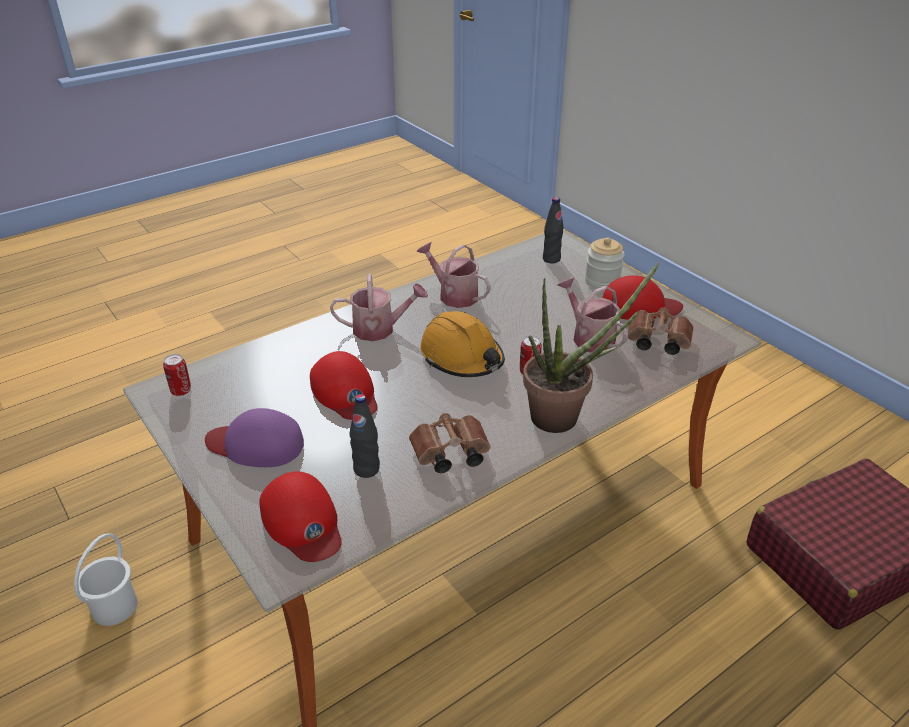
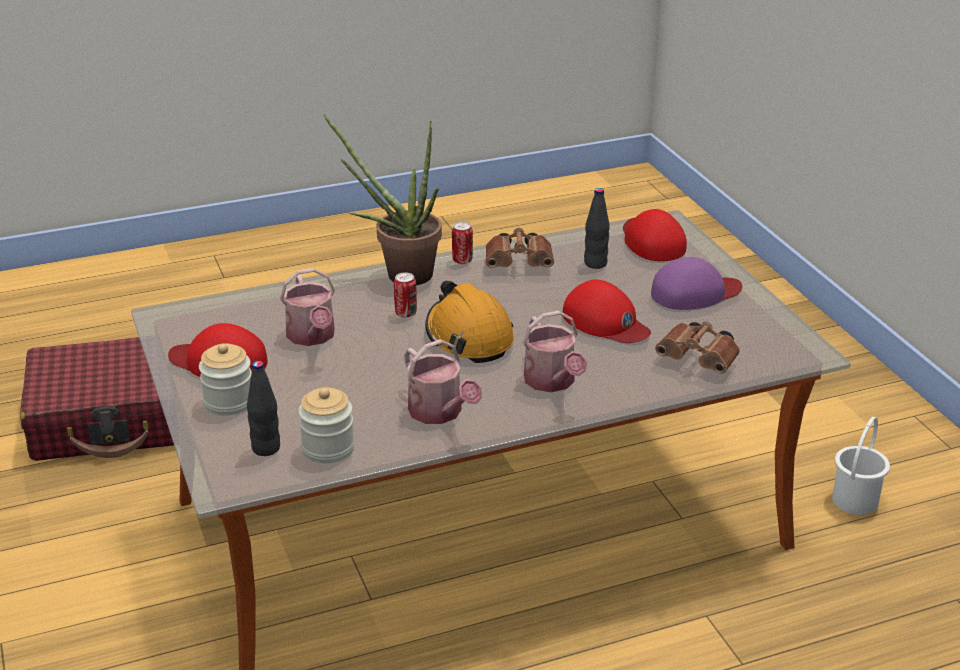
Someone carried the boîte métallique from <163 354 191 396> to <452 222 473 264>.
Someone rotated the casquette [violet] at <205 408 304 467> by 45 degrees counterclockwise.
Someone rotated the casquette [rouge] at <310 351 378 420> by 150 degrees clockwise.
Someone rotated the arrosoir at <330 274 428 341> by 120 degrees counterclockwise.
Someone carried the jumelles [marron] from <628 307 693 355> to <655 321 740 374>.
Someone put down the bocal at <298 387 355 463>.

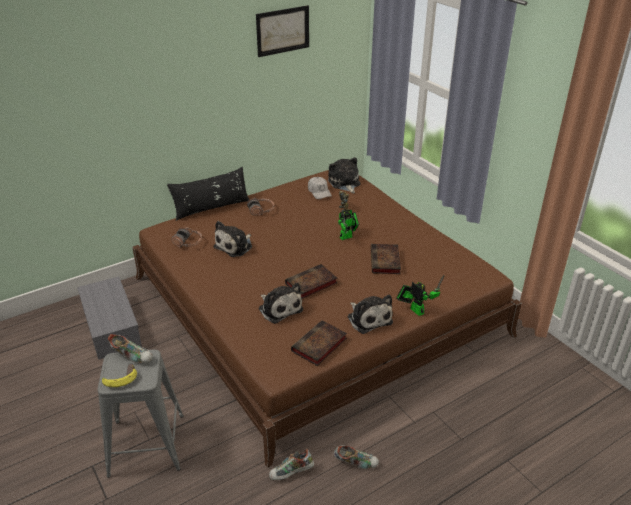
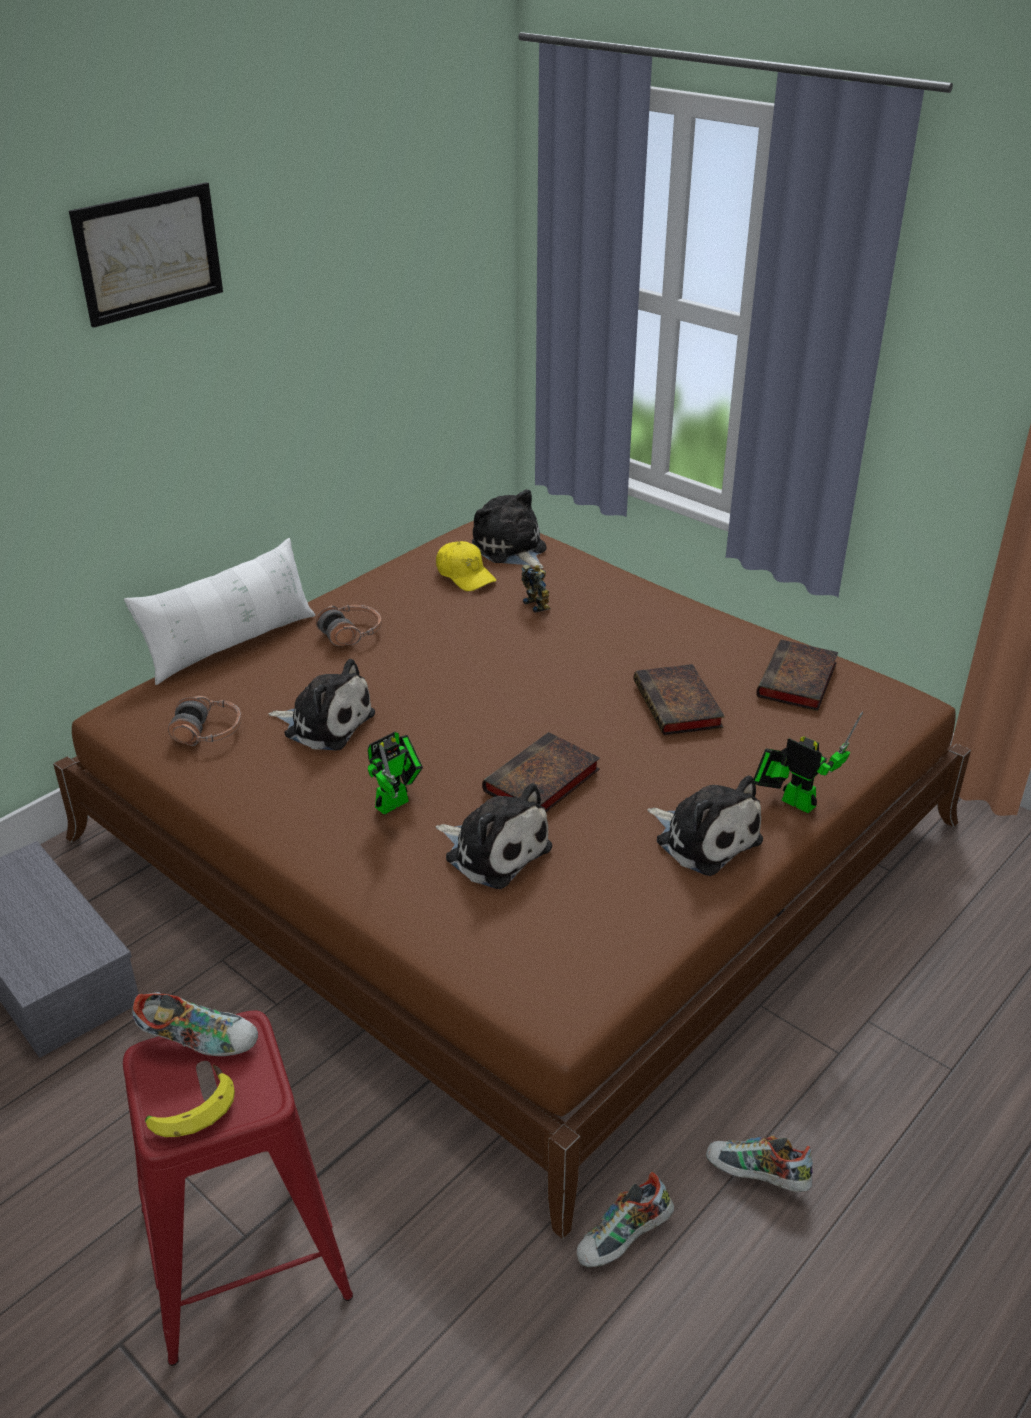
Someone repainted the tabouret [gris] at <98 350 184 478>, which became the tabouret [rouge] at <123 1011 353 1366>.
Someone repainted the coussin [noir] at <167 167 250 221>, which became the coussin [blanc] at <124 538 315 685>.
Someone rotated the peluche at <213 221 252 257> by 90 degrees counterclockwise.
Someone carried the tableau from <256 5 309 57> to <69 182 223 328>.
Someone carried the livre from <291 320 347 366> to <756 640 839 711>.
Someone repainted the casquette [blanc] at <308 177 332 199>, which became the casquette [jaune] at <436 541 496 591>.
Someone rotated the chaussure at <334 445 379 469> by 150 degrees counterclockwise.
Someone carried the robot jouet from <338 209 359 240> to <368 732 423 815>.

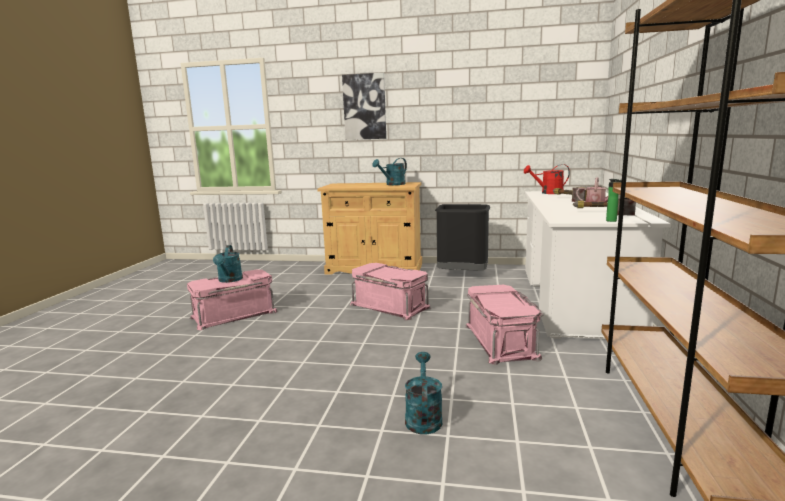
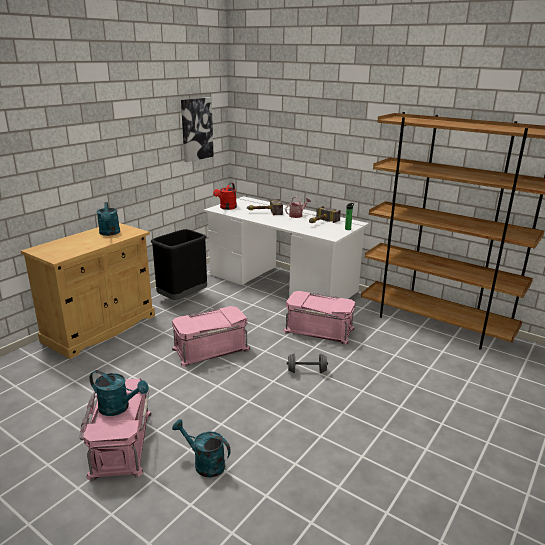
Someone carried the tableau from <342 73 386 140> to <181 97 214 162>.
Someone carried the arrosoir [turquoise] from <405 352 442 435> to <172 419 231 477>.
Someone put down the haltère [gris] at <287 353 328 373>.

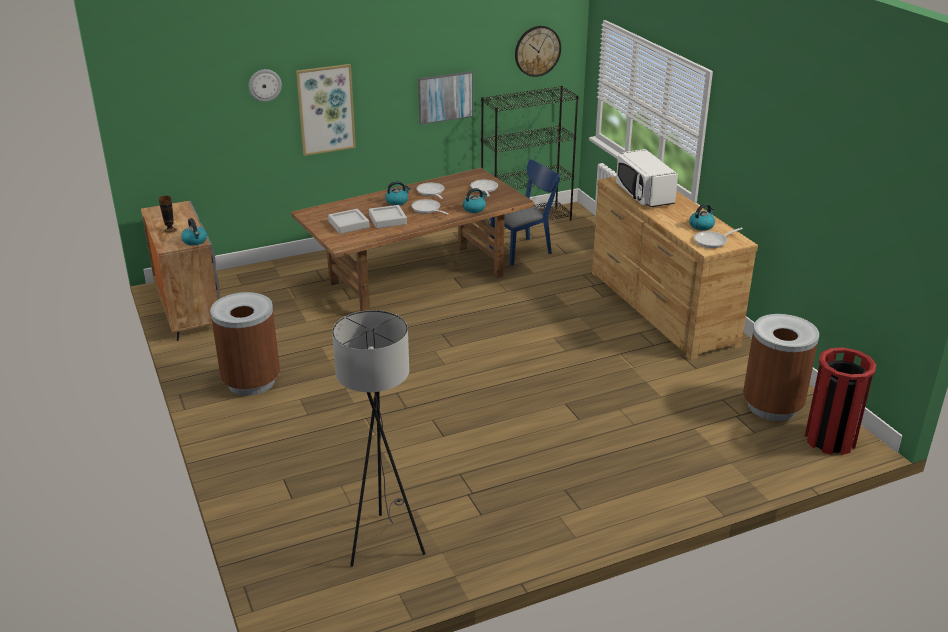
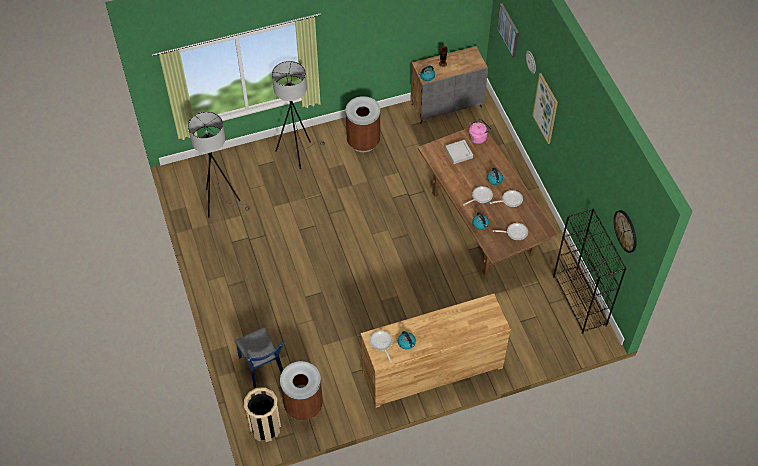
Someone took away the plateau [gris] at <369 205 407 228>.
Someone carried the tableau from <418 71 473 125> to <497 3 519 57>.
Someone carried the chaise [bleu] from <489 159 560 266> to <235 327 283 388>.
Someone took away the micro-ondes [blanc] at <616 149 678 207>.
Someone repainted the poubelle [rouge] at <805 347 876 455>, which became the poubelle [beige] at <244 388 281 442>.
Someone put down the lampadaire [gris] at <272 61 325 169>.
Someone put down the bouilloire [rose] at <469 119 492 144>.

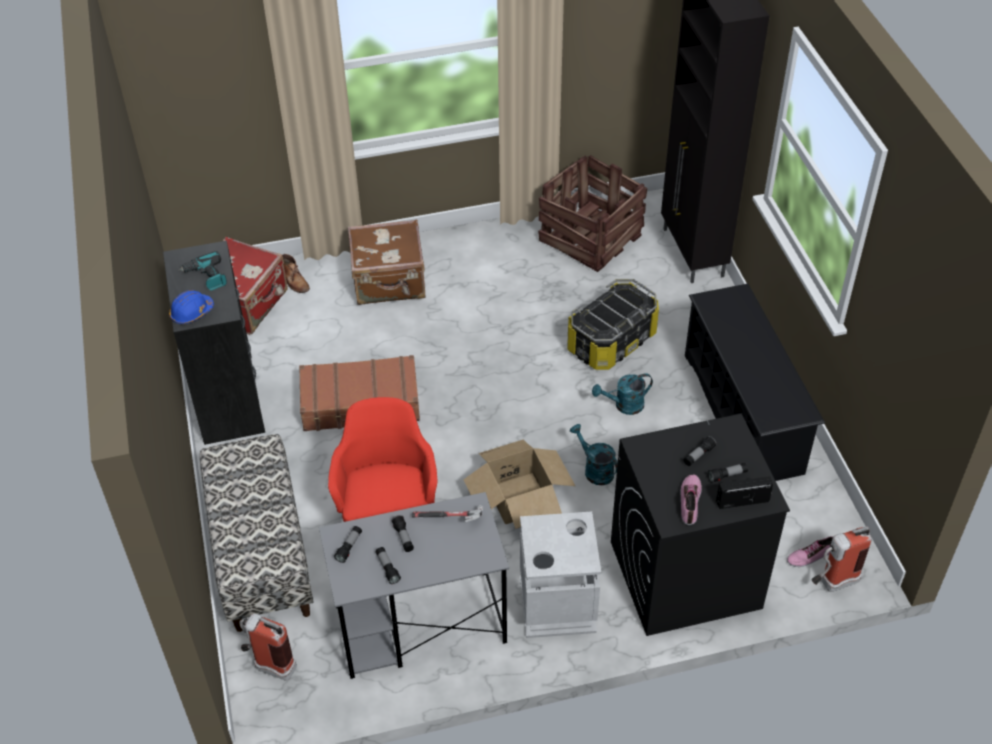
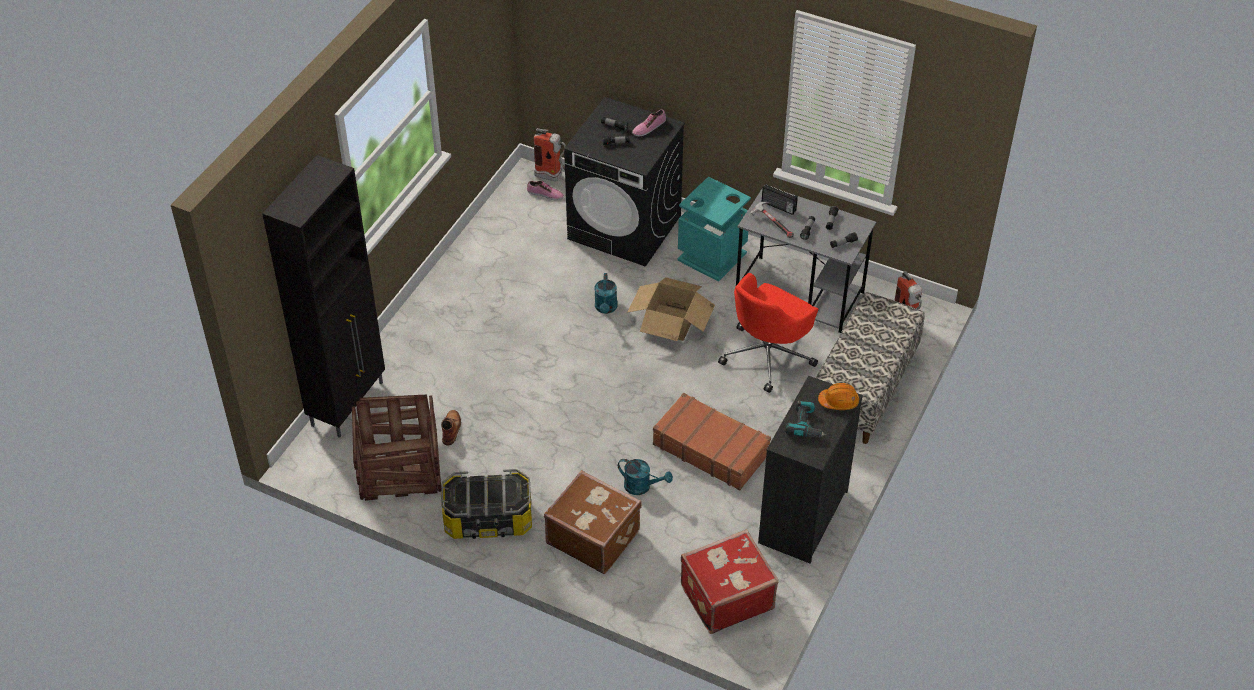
Someone repainted the casque de chantier [bleu] at <169 290 214 324>, which became the casque de chantier [orange] at <818 383 859 410>.
Someone carried the botte [marron] from <282 254 310 293> to <441 410 461 446>.
Someone repainted the poubelle [gris] at <520 511 601 638>, which became the poubelle [turquoise] at <677 176 751 282>.
Someone carried the boîte de rangement from <567 279 659 370> to <441 469 532 539>.
Someone carried the arrosoir [turquoise] from <592 373 653 415> to <618 459 673 495>.
Someone took away the étagère à chaussures [noir] at <685 284 825 481>.
Someone carried the radio from <716 476 773 509> to <762 184 798 215>.

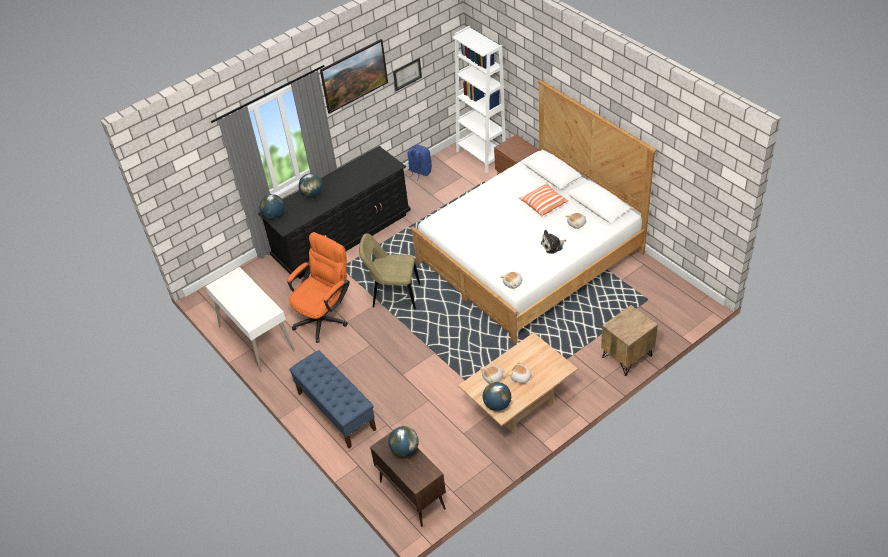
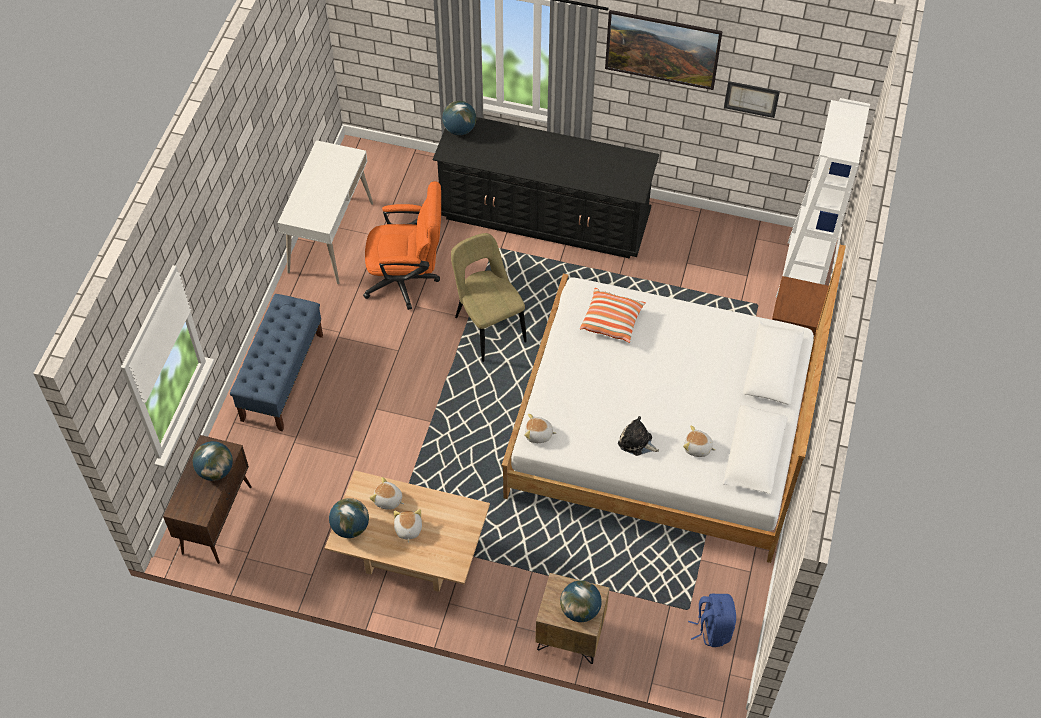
Someone carried the globe from <299 173 323 197> to <560 580 602 622>.
Someone carried the sac à dos [bleu] from <407 145 432 179> to <688 594 736 647>.
Someone carried the coussin from <519 183 568 216> to <580 288 646 343>.

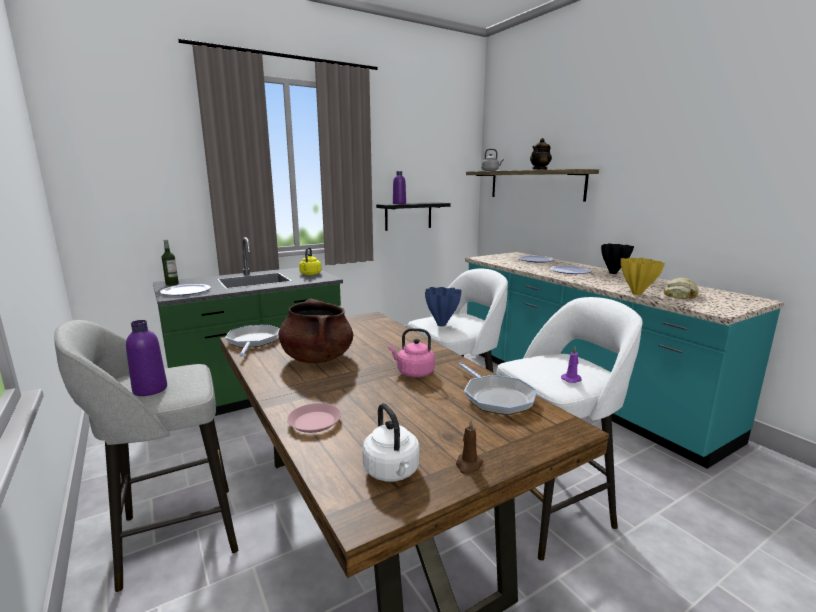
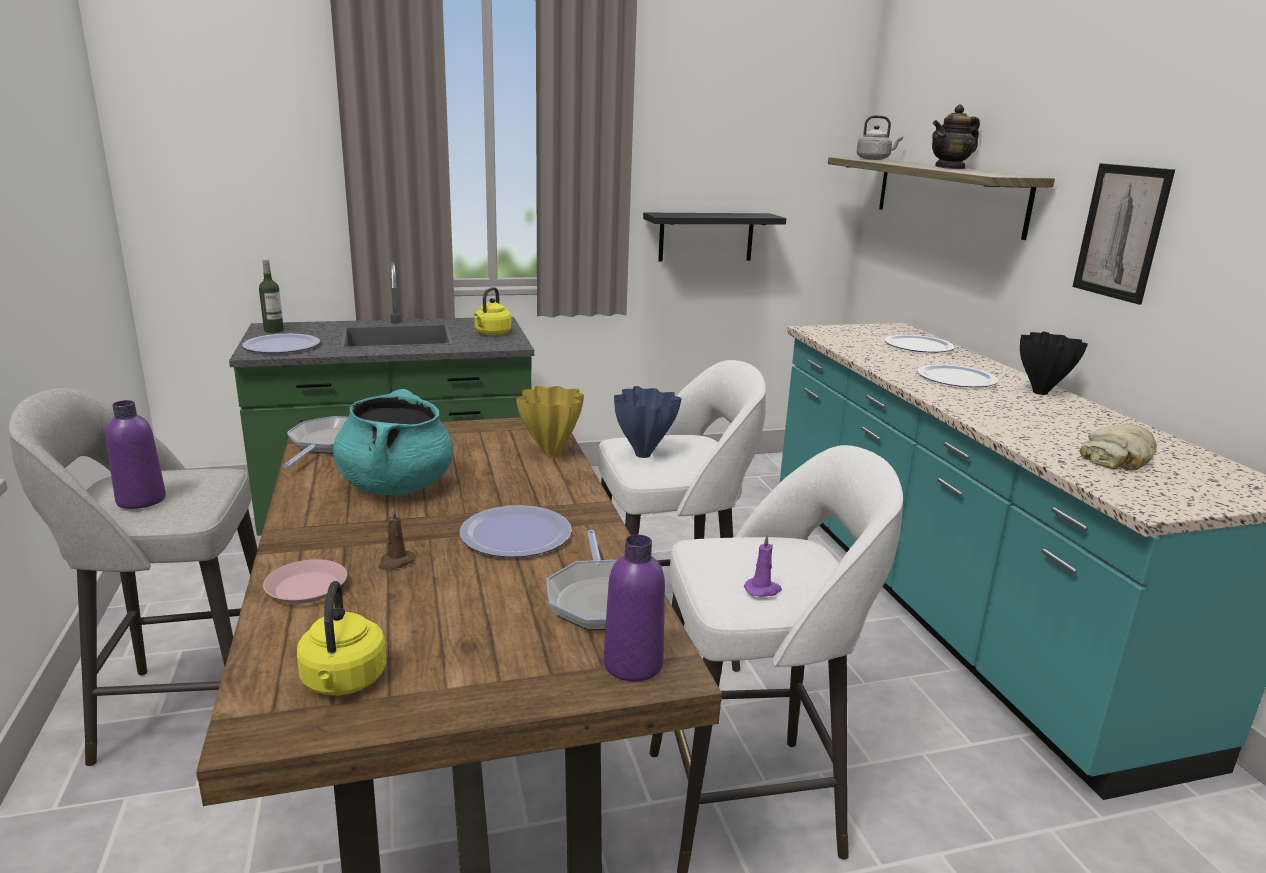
Someone repainted the marmite [marron] at <278 298 353 363>, which became the marmite [turquoise] at <333 389 453 495>.
Someone repainted the bouilloire [blanc] at <362 403 419 482>, which became the bouilloire [jaune] at <297 581 387 695>.
Someone swapped the bouilloire [rose] at <388 328 435 377> for the assiette at <459 505 572 557>.
Someone carried the bouteille [violet] from <393 171 406 204> to <603 534 665 682>.
Someone carried the bougie [marron] from <456 420 483 475> to <378 507 415 570>.
Someone carried the vase [jaune] from <621 258 665 295> to <516 386 584 458>.
Someone put up the tableau at <1072 163 1175 304>.

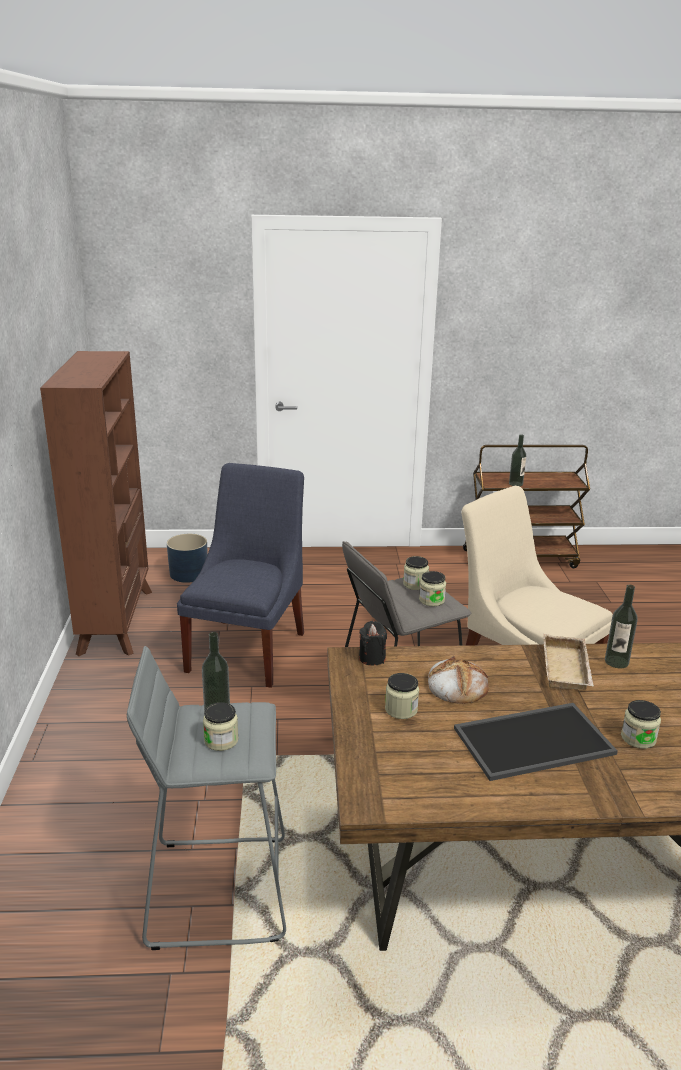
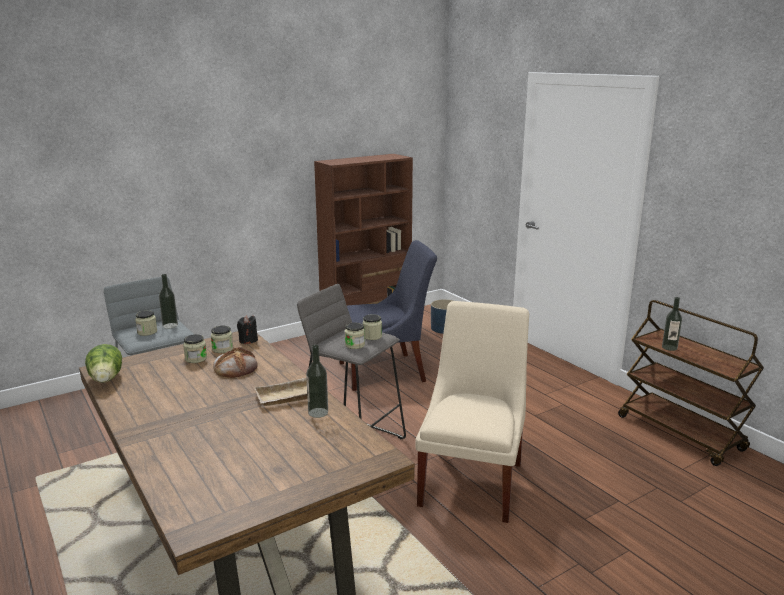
Someone took away the plateau at <454 703 618 781>.
Someone carried the bocal from <621 700 661 749> to <211 326 233 353>.
Someone put down the laitue at <85 344 122 383>.

